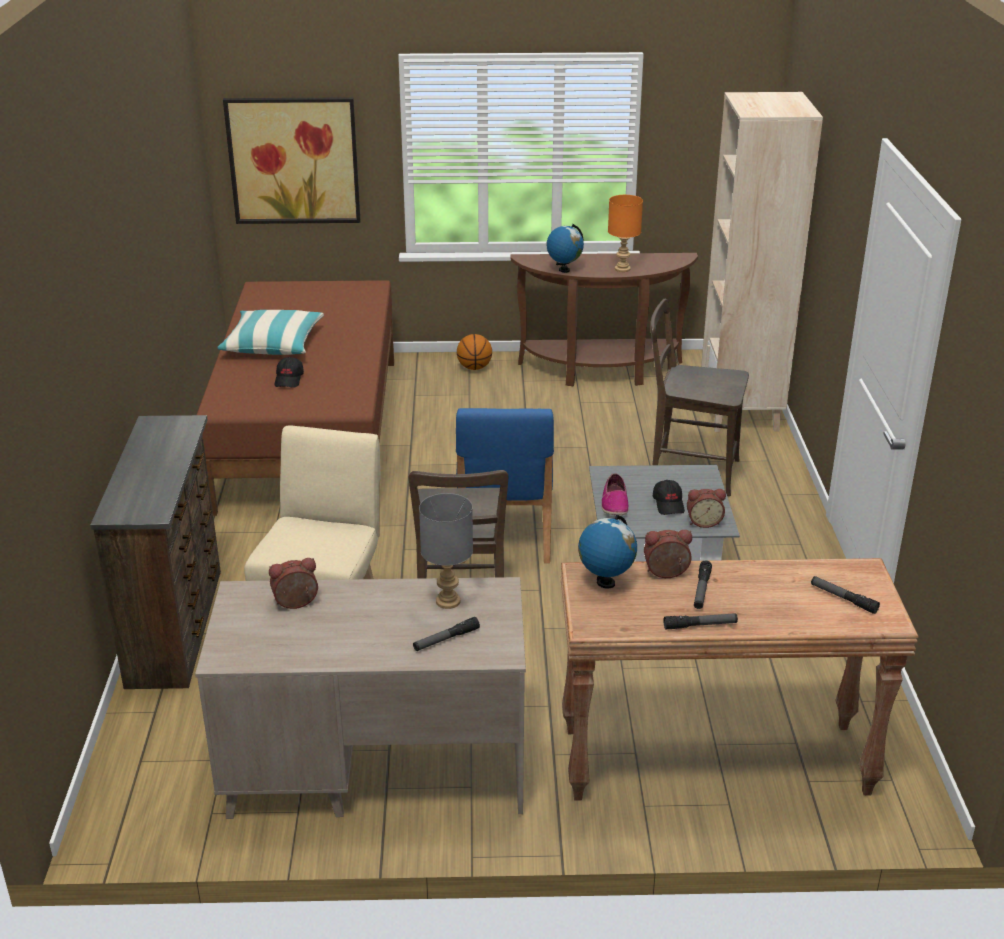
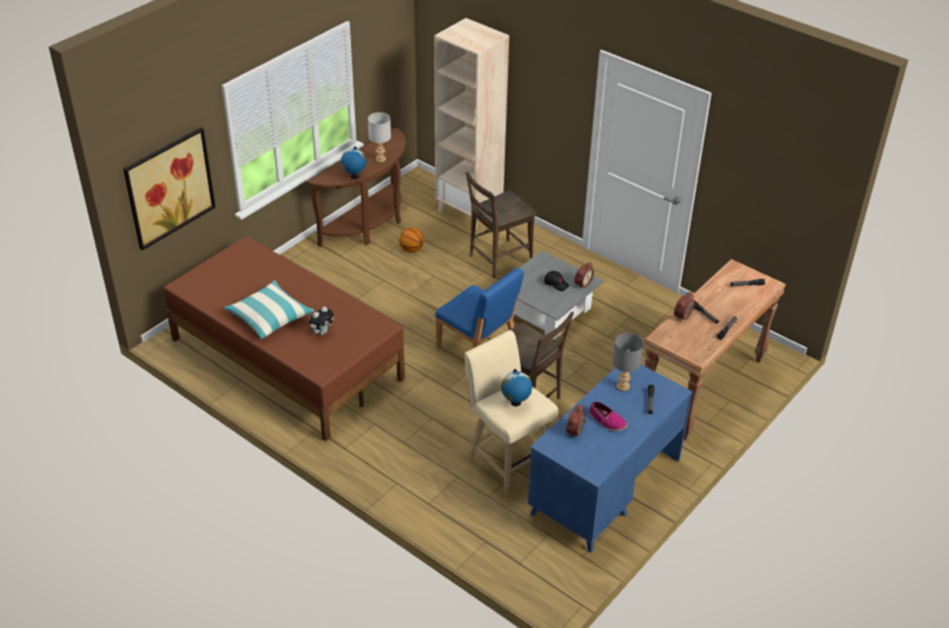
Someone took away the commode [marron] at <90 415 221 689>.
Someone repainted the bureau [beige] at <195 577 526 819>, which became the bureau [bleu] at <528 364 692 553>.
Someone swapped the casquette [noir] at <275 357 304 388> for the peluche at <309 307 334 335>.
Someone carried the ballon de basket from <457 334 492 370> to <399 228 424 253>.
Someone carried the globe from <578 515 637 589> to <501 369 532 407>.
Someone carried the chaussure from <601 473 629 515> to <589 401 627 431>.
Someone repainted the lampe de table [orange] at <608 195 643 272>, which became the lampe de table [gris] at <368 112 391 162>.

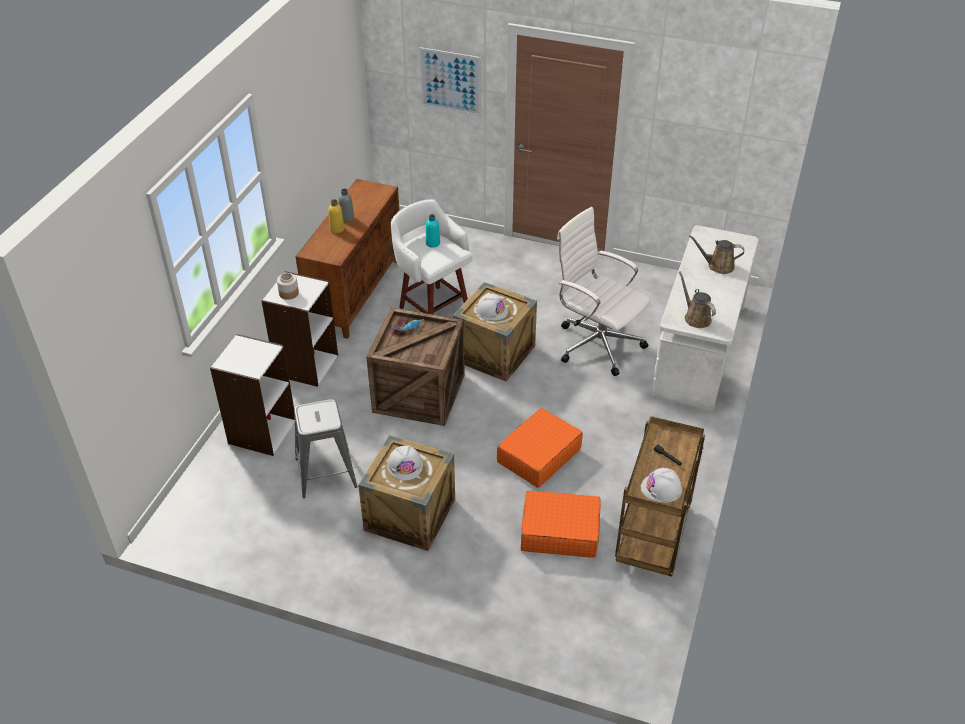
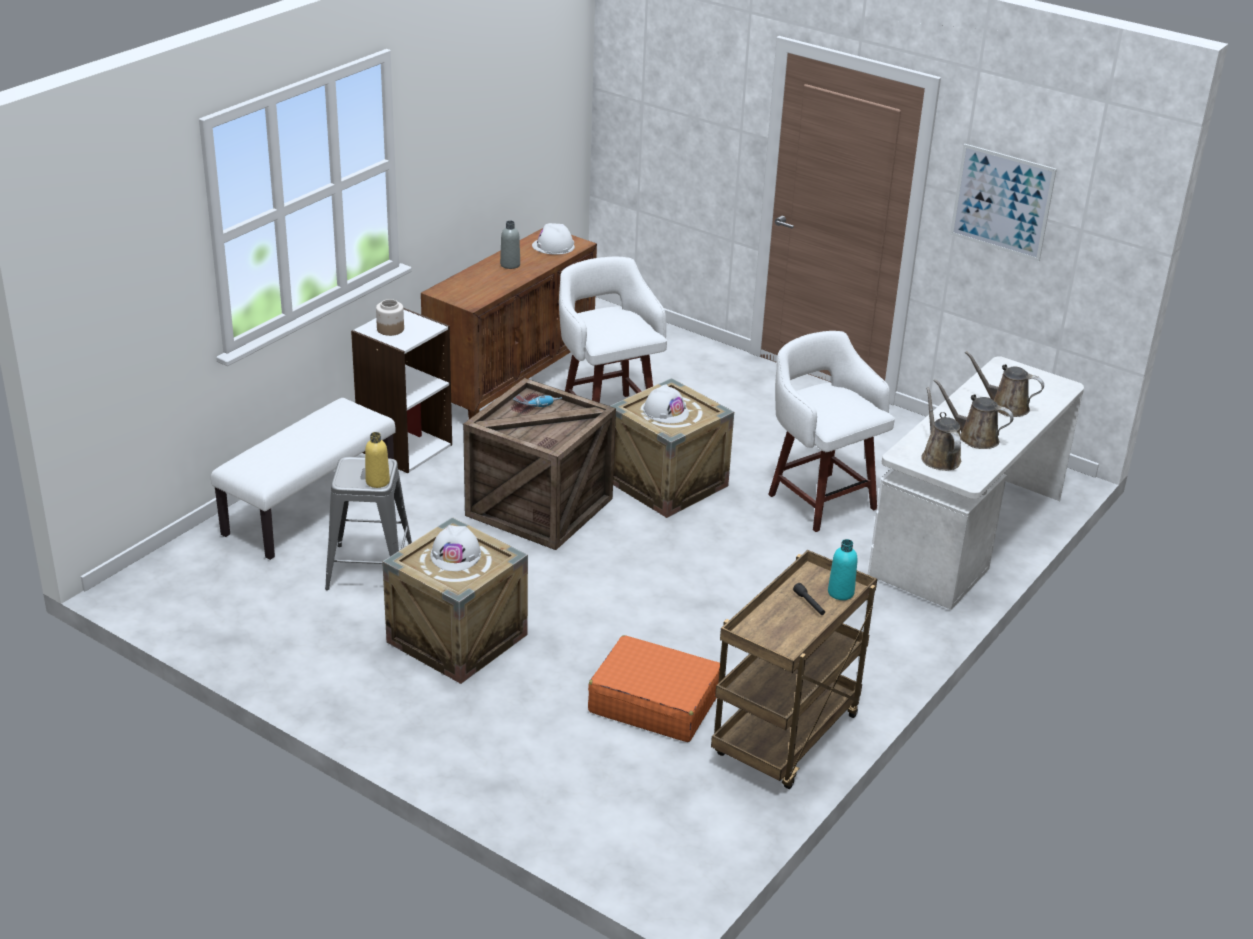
Someone swapped the bibliothèque [blanc] at <210 334 295 456> for the banc [blanc] at <211 398 396 560>.
Someone carried the bouteille [jaune] from <328 199 344 233> to <365 432 390 488>.
Someone carried the tableau from <419 47 481 116> to <950 144 1057 261>.
Someone carried the bouteille [turquoise] from <426 214 440 248> to <828 539 857 600>.
Someone took away the valise [orange] at <497 408 583 488>.
Someone swapped the chaise de bureau [blanc] at <557 207 651 376> for the tabouret [blanc] at <768 331 895 532>.
Someone carried the casque de chantier [blanc] from <641 468 682 503> to <532 223 575 255>.
Someone put down the arrosoir [marron] at <933 379 1014 449>.

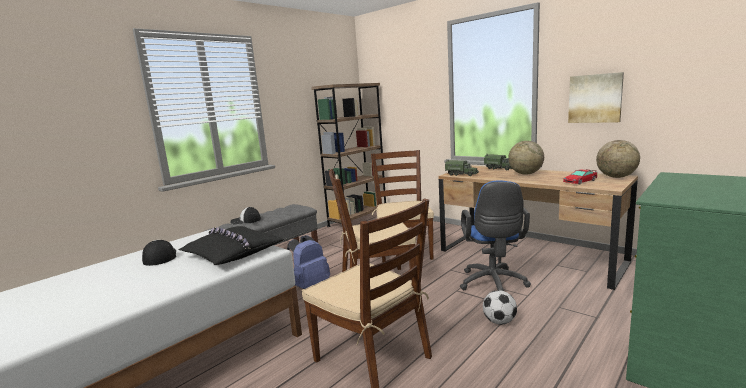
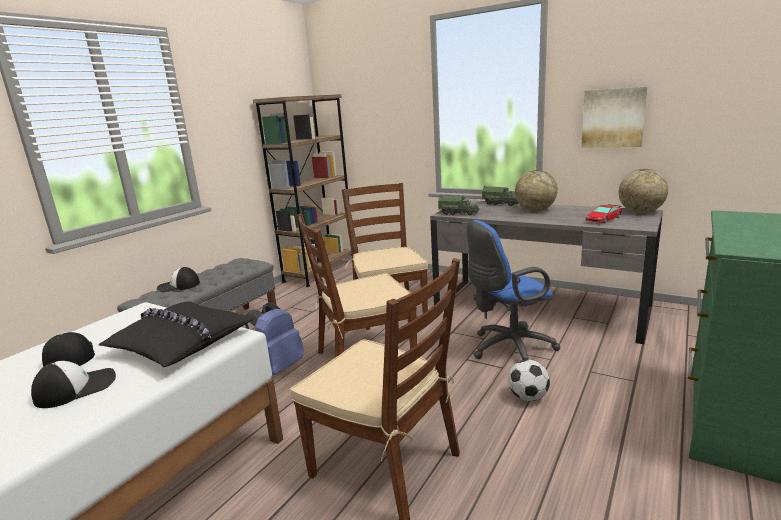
Someone repainted the bureau [marron] at <438 165 638 290>, which became the bureau [gris] at <430 200 663 344>.
Someone rotated the chaise de bureau [bleu] at <460 180 531 291> by 75 degrees clockwise.
Someone put down the casquette at <31 361 116 408>.

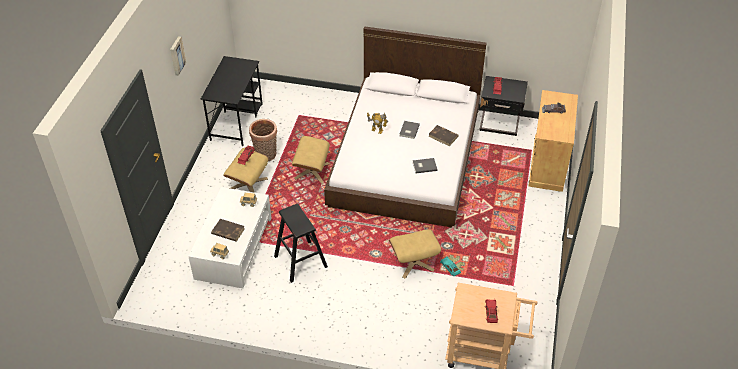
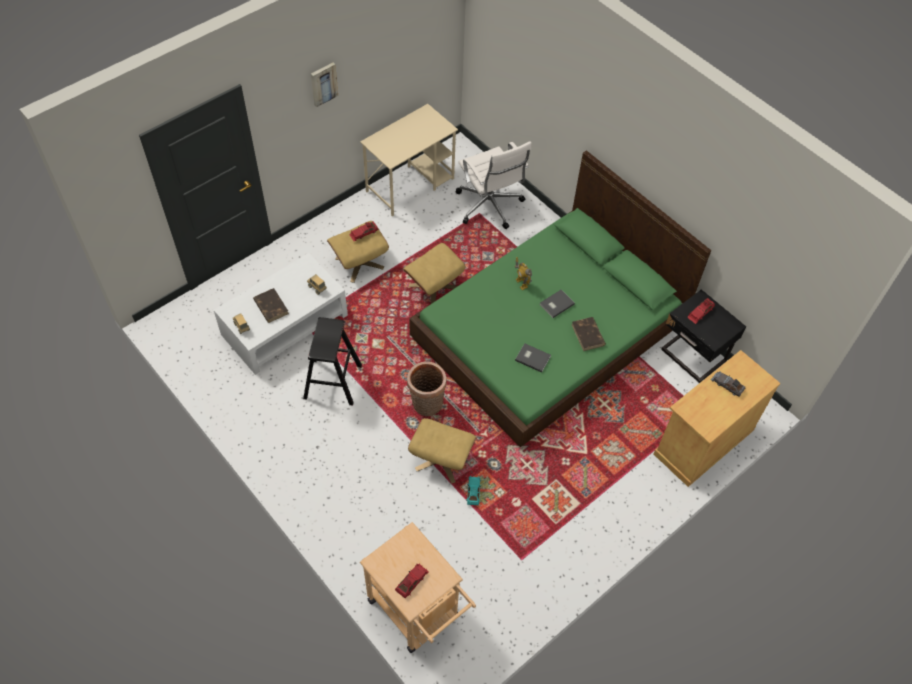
Someone repainted the bureau [noir] at <201 56 263 146>, which became the bureau [beige] at <360 104 458 216>.
Someone carried the panier from <249 119 277 161> to <407 361 447 416>.
Someone repainted the lit [blanc] at <324 26 486 227>, which became the lit [vert] at <409 150 711 447>.
Someone put down the chaise de bureau [blanc] at <456 141 532 229>.

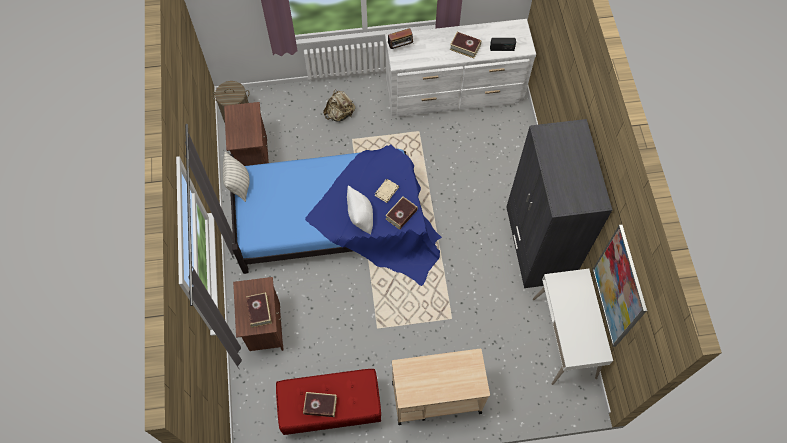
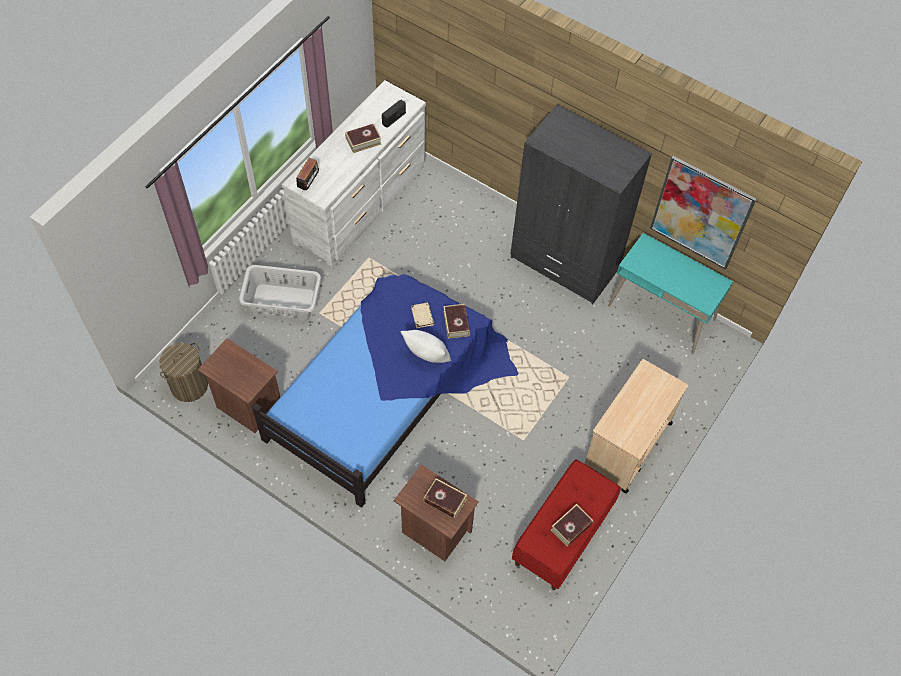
Someone took away the coussin at <223 151 250 202>.
Someone swapped the sac à dos [beige] at <323 89 355 122> for the panier à linge [gris] at <239 265 321 321>.
Someone repainted the bureau [blanc] at <533 269 613 385>, which became the bureau [turquoise] at <608 233 733 354>.

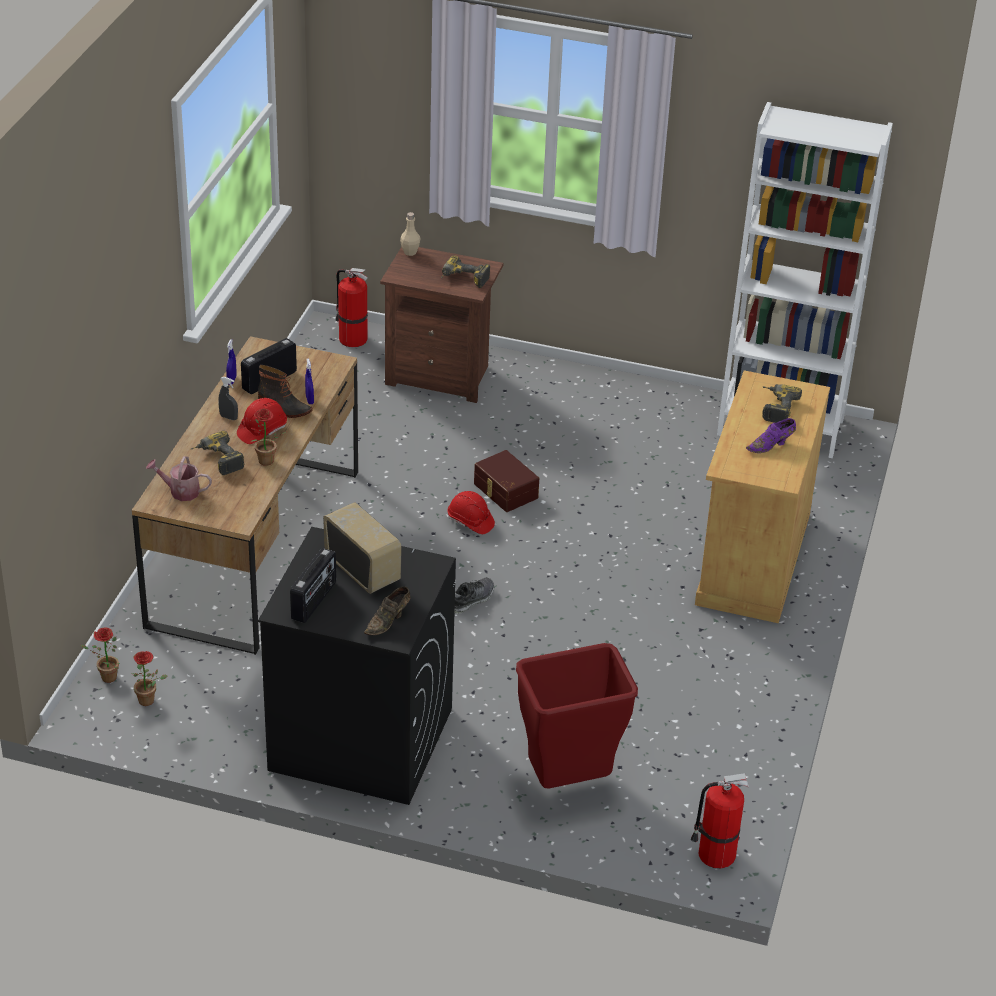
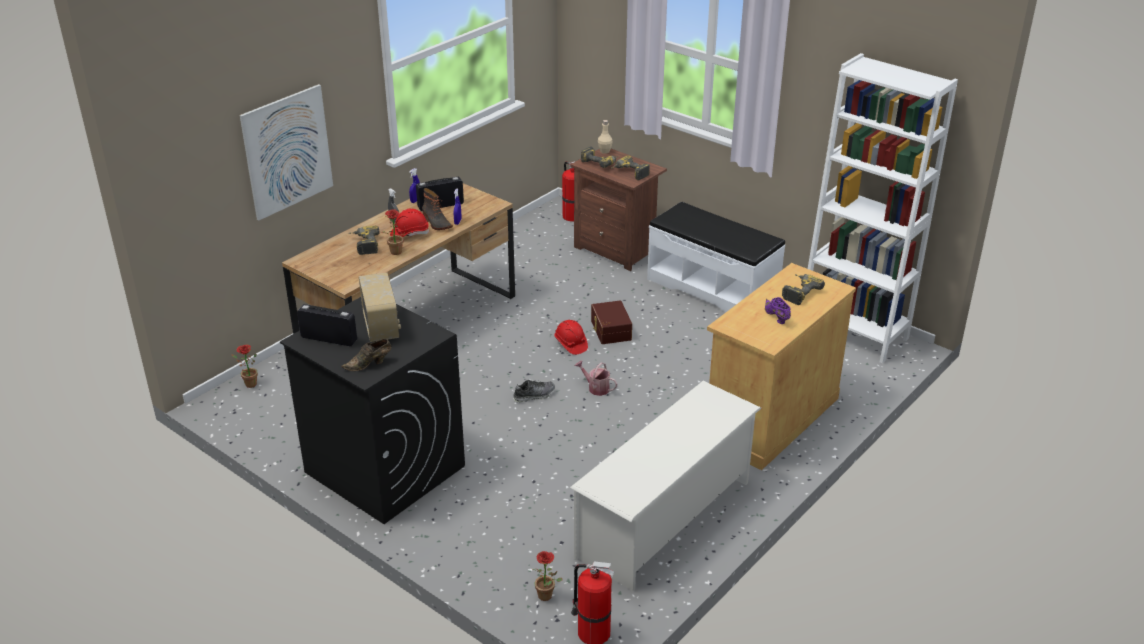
Someone carried the plante en pot from <131 651 168 706> to <533 551 562 601>.
Someone carried the arrosoir from <146 456 212 501> to <575 360 617 396>.
Someone rotated the radio at <290 548 336 623> by 120 degrees counterclockwise.
Someone took away the poubelle [rouge] at <516 643 638 788>.
Someone rotated the chaussure [violet] at <746 418 796 453> by 75 degrees clockwise.
Someone put up the tableau at <240 84 333 220>.
Someone put down the étagère à chaussures [blanc] at <570 381 761 591>.
Someone put down the perceuse at <581 147 619 168>.
Someone put down the banc [blanc] at <647 202 785 312>.

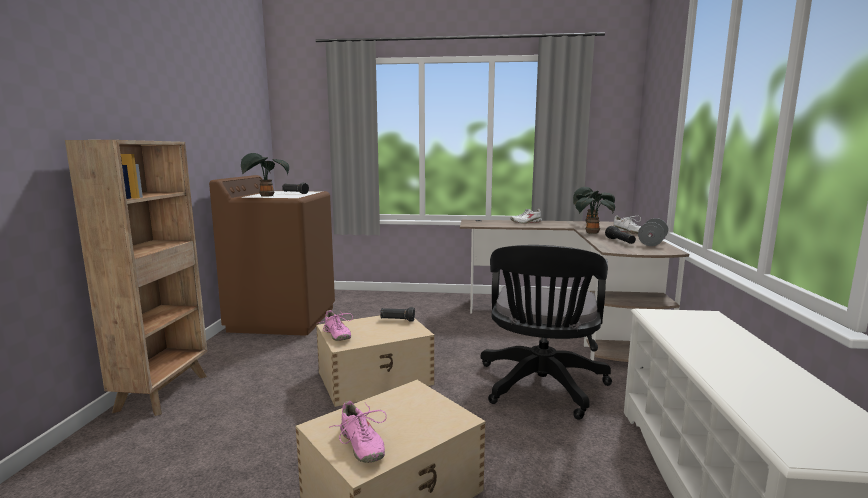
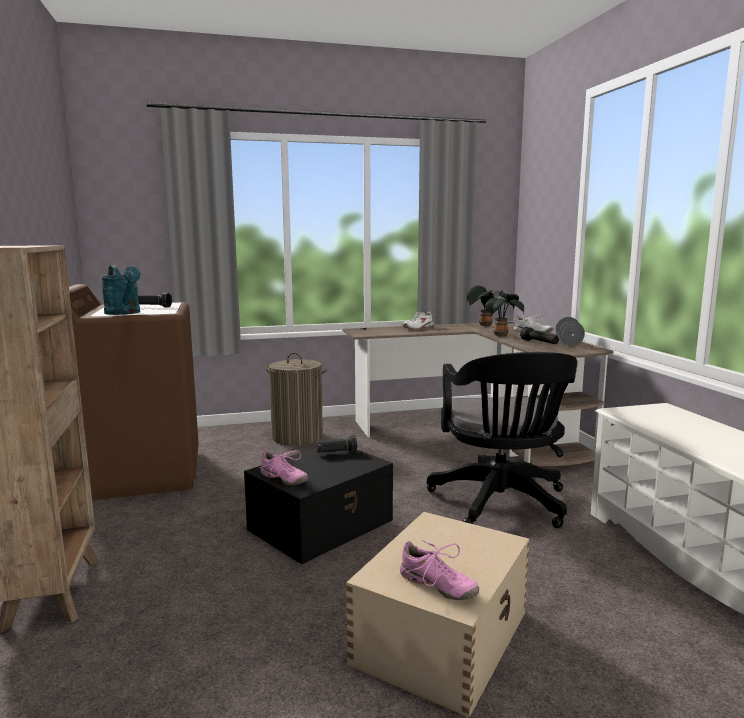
Someone swapped the plante en pot at <241 153 289 197> for the arrosoir [turquoise] at <101 265 141 315>.
Someone repainted the boîte de rangement [beige] at <316 315 434 407>, which became the boîte de rangement [noir] at <244 448 393 564>.
Someone put down the panier à linge at <266 352 327 446>.

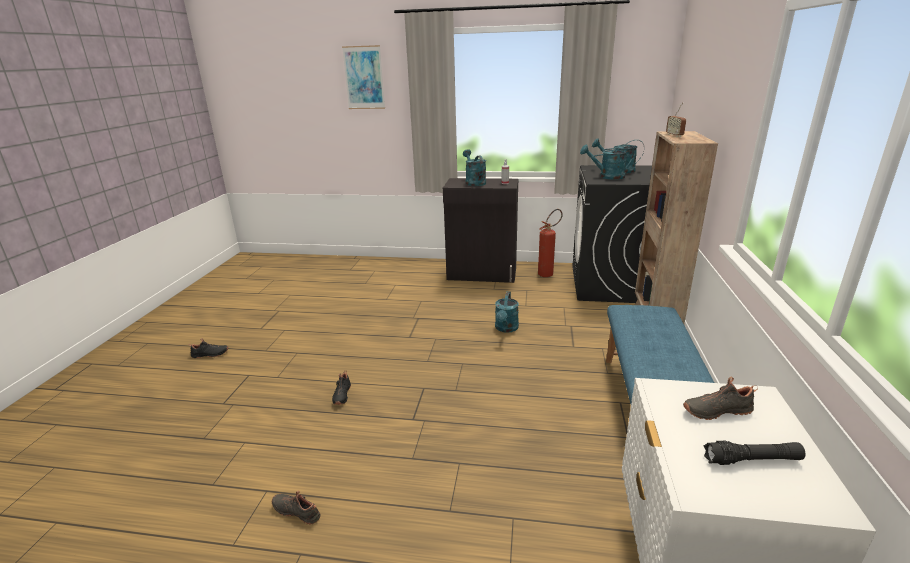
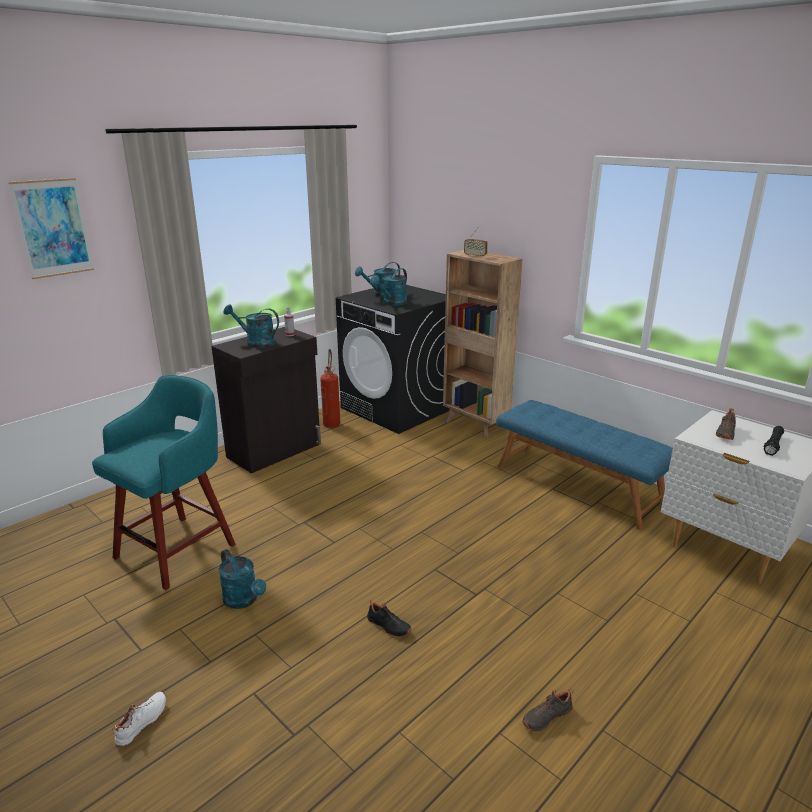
Someone repainted the chaussure [noir] at <189 338 228 358>, which became the chaussure [blanc] at <112 692 166 746>.
Someone carried the arrosoir [turquoise] from <495 291 519 333> to <219 549 266 609>.
Someone put down the tabouret [turquoise] at <92 375 236 590>.

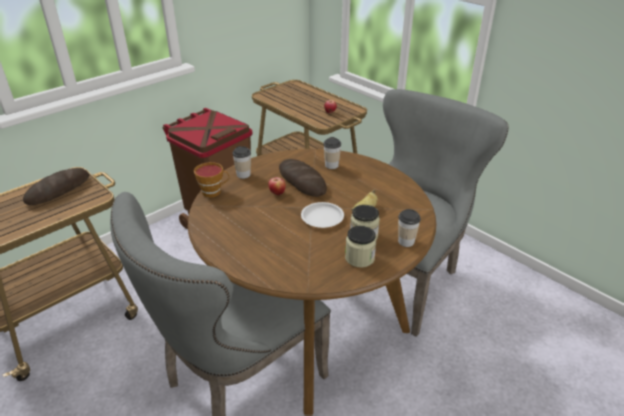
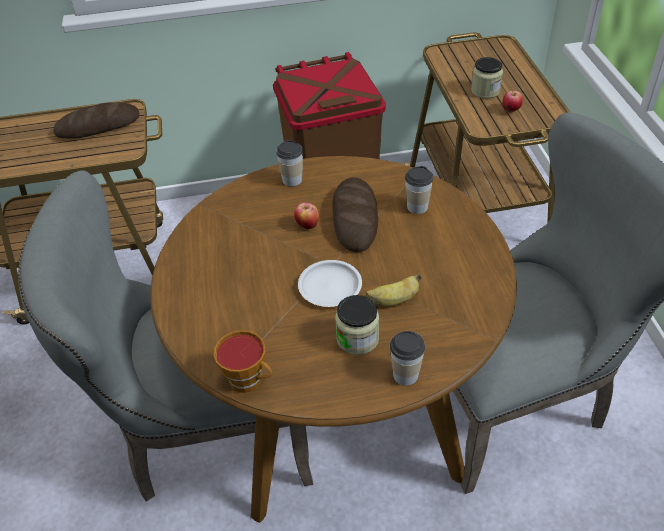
Someone carried the tasse from <194 162 230 198> to <213 330 272 393>.
Someone carried the bocal from <345 226 376 268> to <471 57 503 99>.

